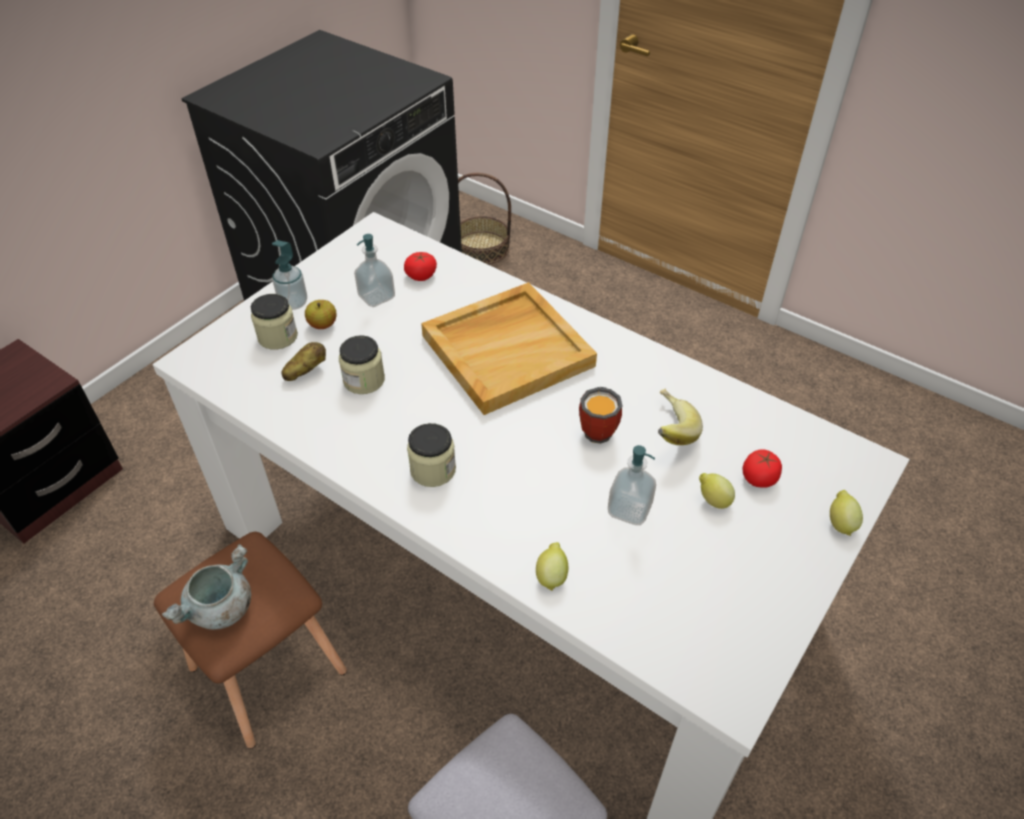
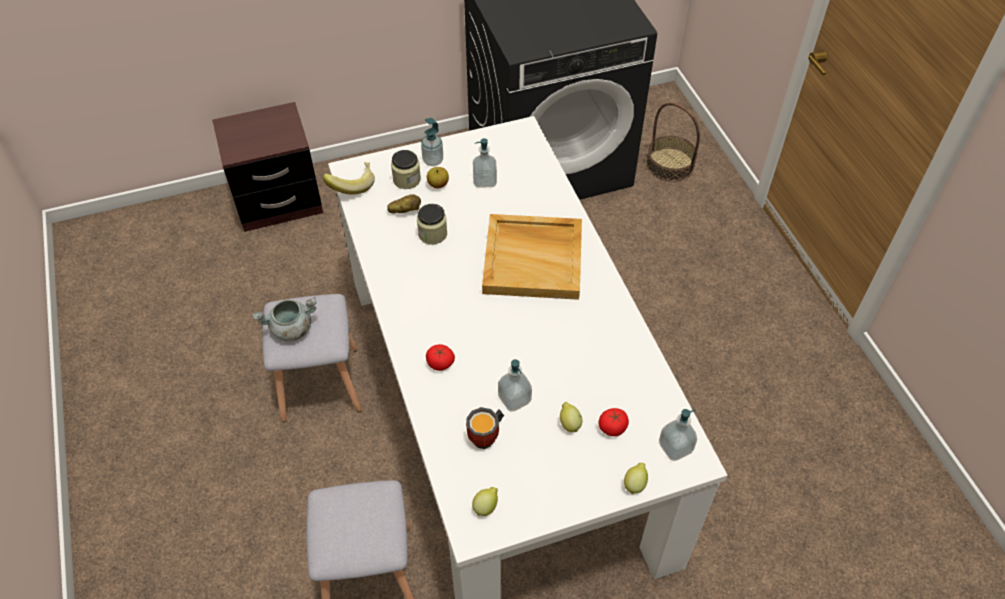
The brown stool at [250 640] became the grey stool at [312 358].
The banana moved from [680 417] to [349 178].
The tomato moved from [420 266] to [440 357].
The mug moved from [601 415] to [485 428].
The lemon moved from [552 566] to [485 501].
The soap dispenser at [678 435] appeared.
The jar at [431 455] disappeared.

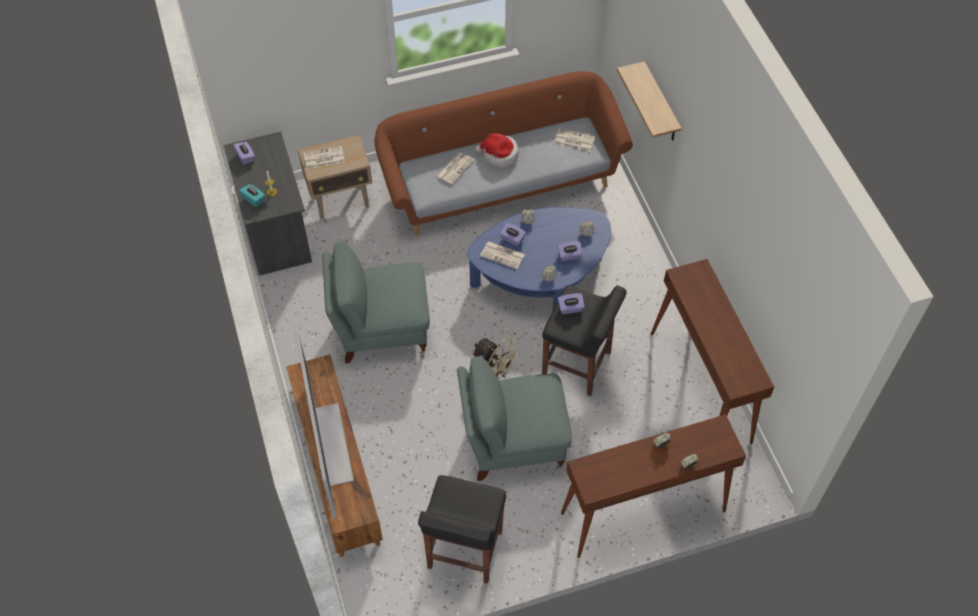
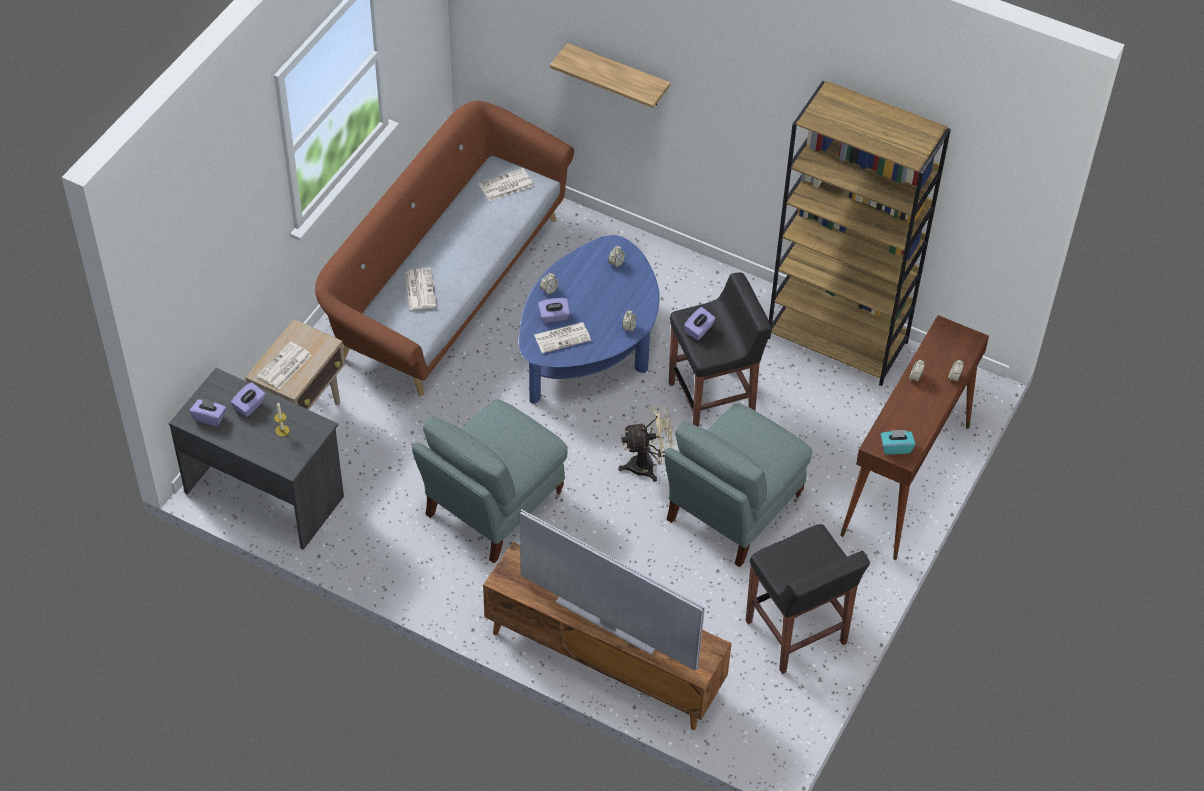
The purple tissue box moved from [570 251] to [248 399].
The brown console table at [712 351] was replaced by the brown bookcase at [860 233].
The turquoise tissue box moved from [252 195] to [898 442].
The hat at [497 150] disappeared.

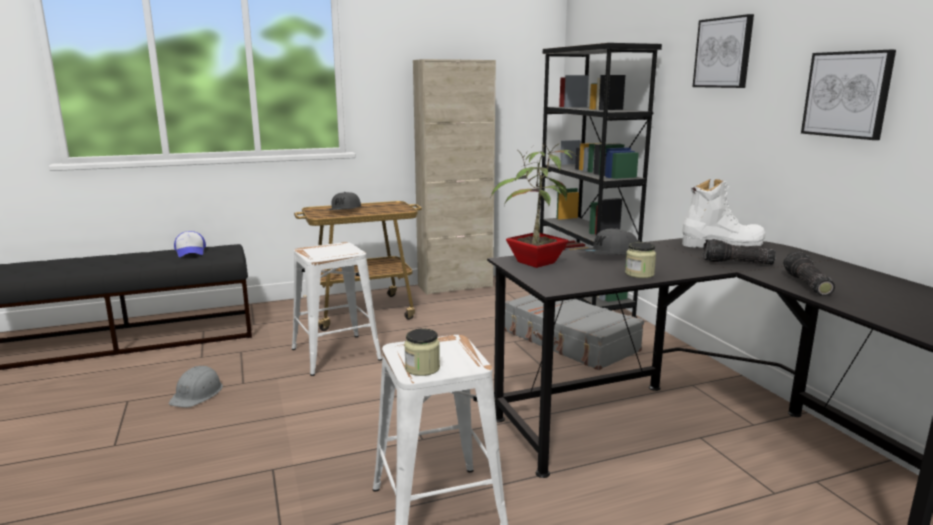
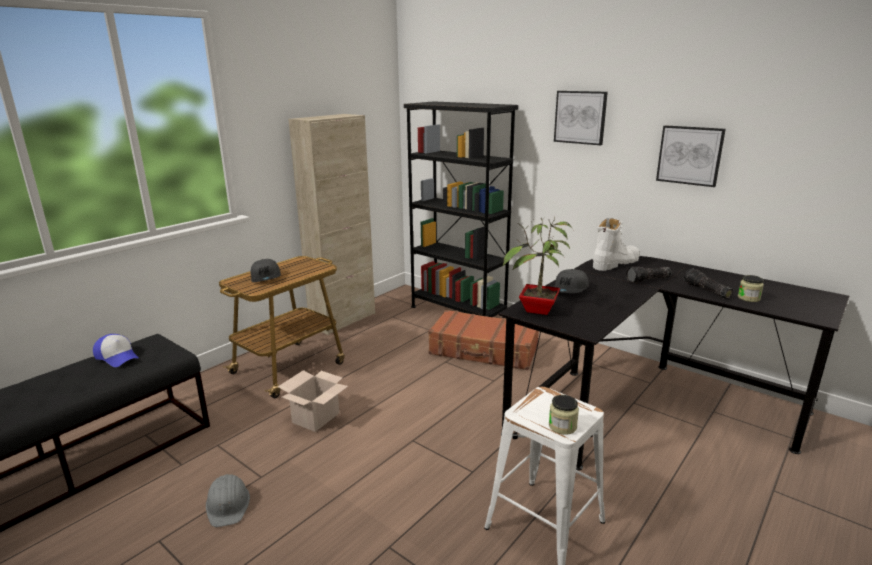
The white stool at [337 309] was replaced by the cardboard box at [313 401].
The grey suitcase at [574 332] became the brown suitcase at [483 340].
The jar moved from [640 260] to [751 288].

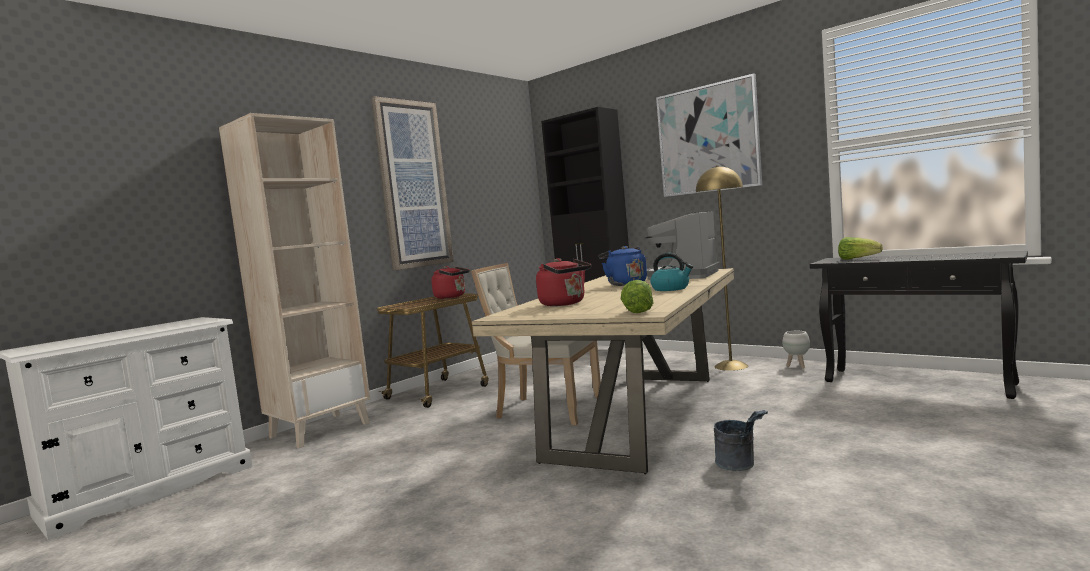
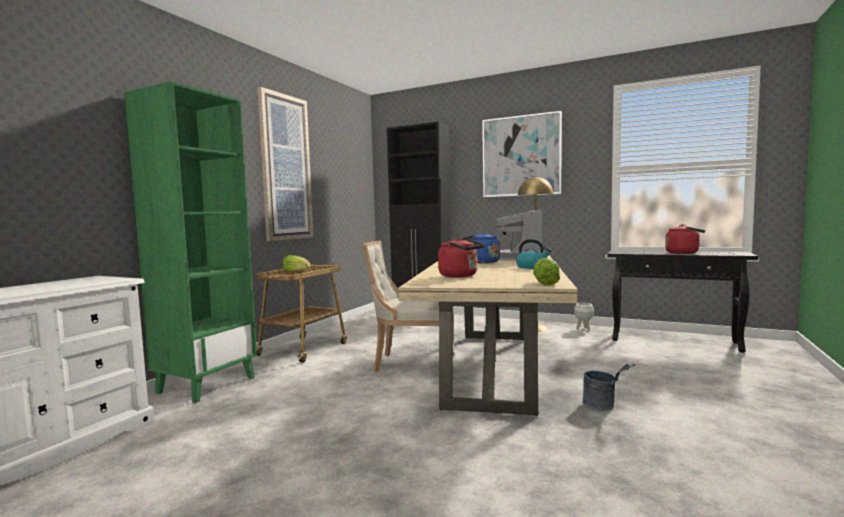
The beige bookcase at [294 280] became the green bookcase at [190 242].
The lettuce moved from [860 248] to [296 263].
The red kettle moved from [450 282] to [685 239].

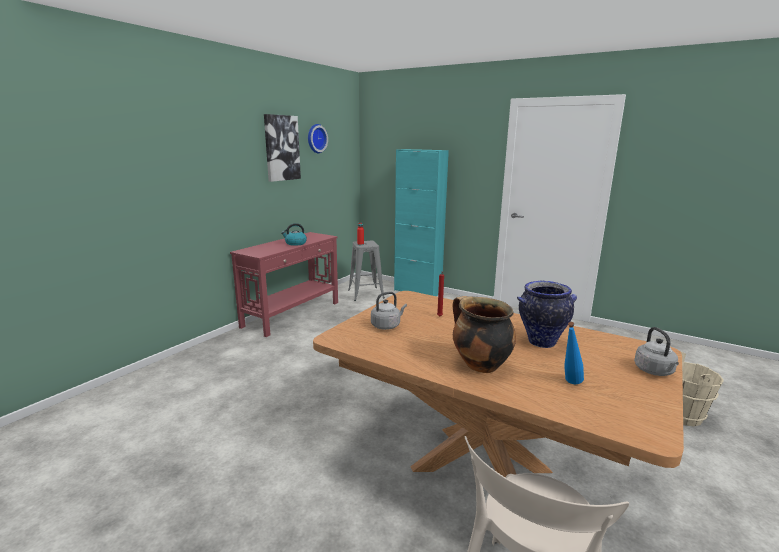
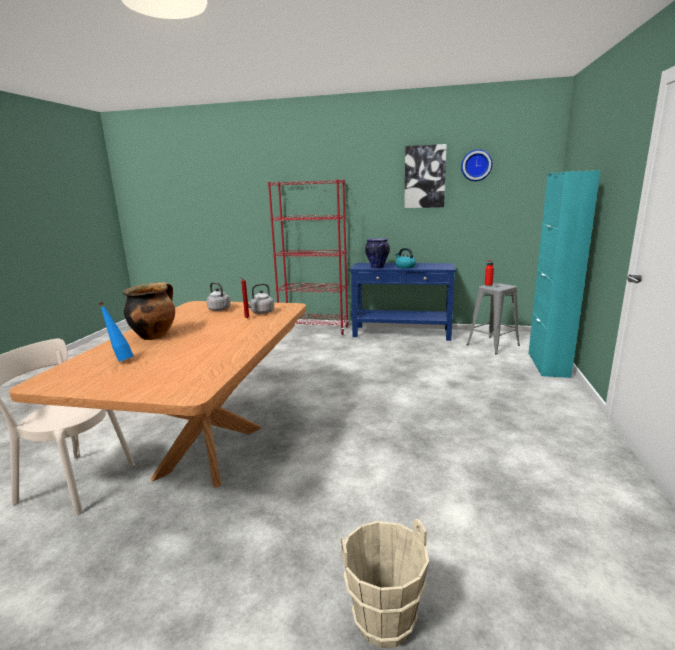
The grey kettle moved from [656 351] to [261 298].
The red bookcase at [308 257] appeared.
The red console table at [284 284] became the blue console table at [403 302].
The vase moved from [547 314] to [377 253].

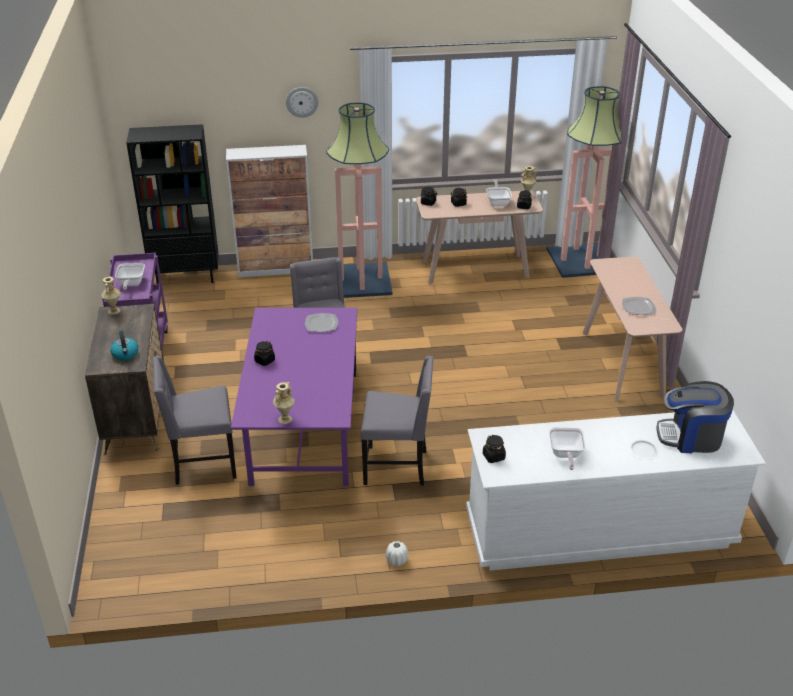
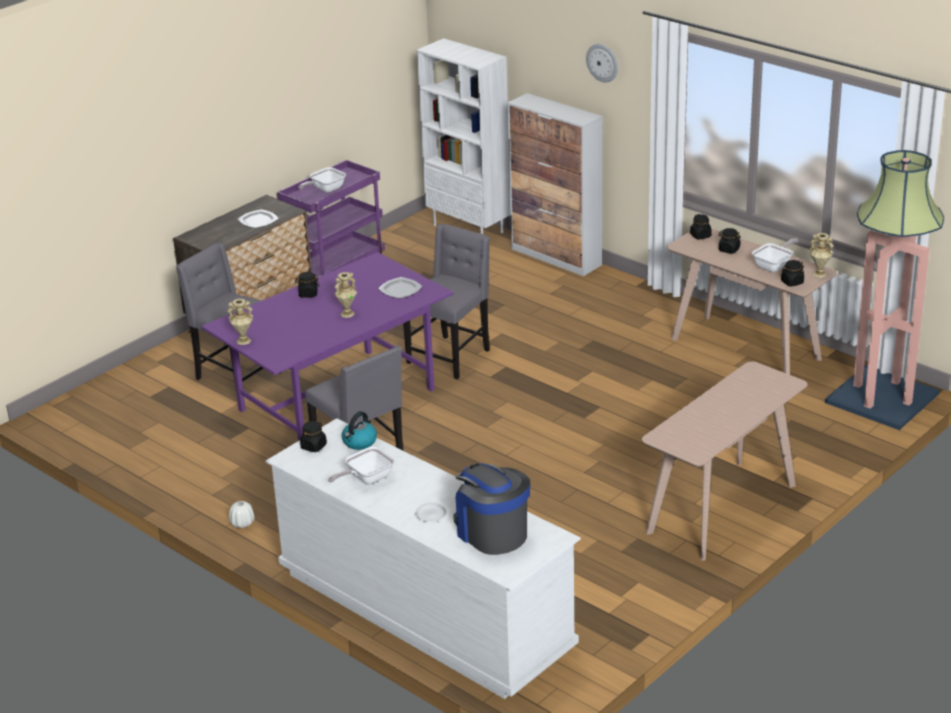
The plate moved from [639 306] to [258 218].
The beige vase moved from [111 295] to [345 295].
The kettle moved from [124 346] to [359 430].
The black bookcase at [172 204] became the white bookcase at [463 136].
The floor lamp at [359 200] disappeared.

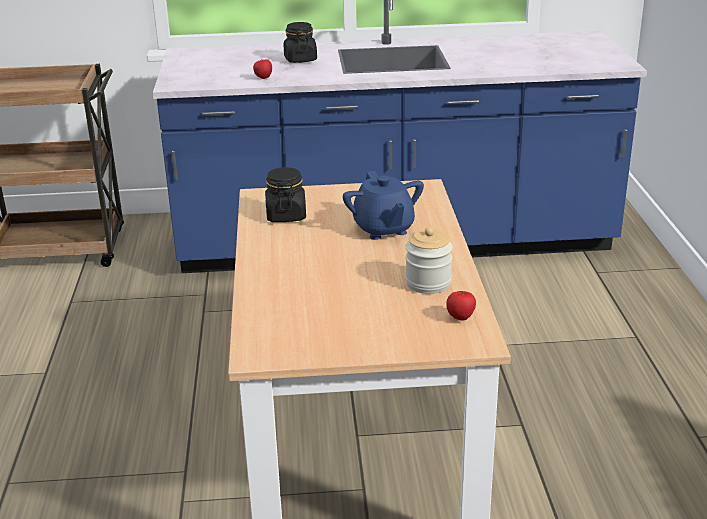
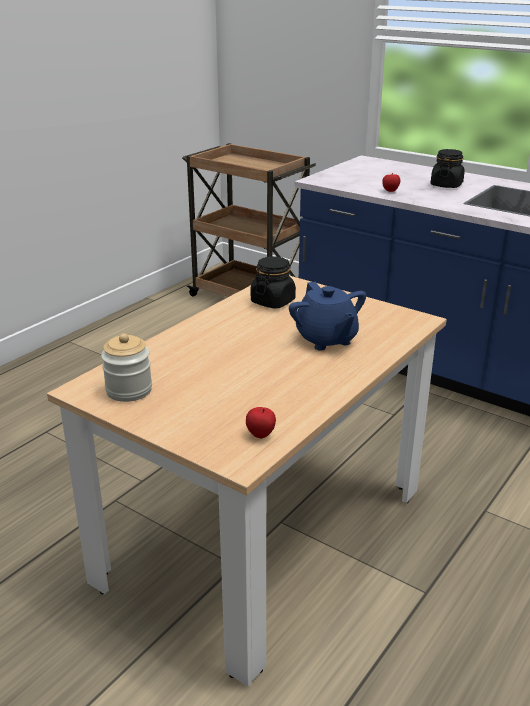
The jar moved from [429 260] to [126 368].
The blue teapot at [383 205] turned 45 degrees counterclockwise.

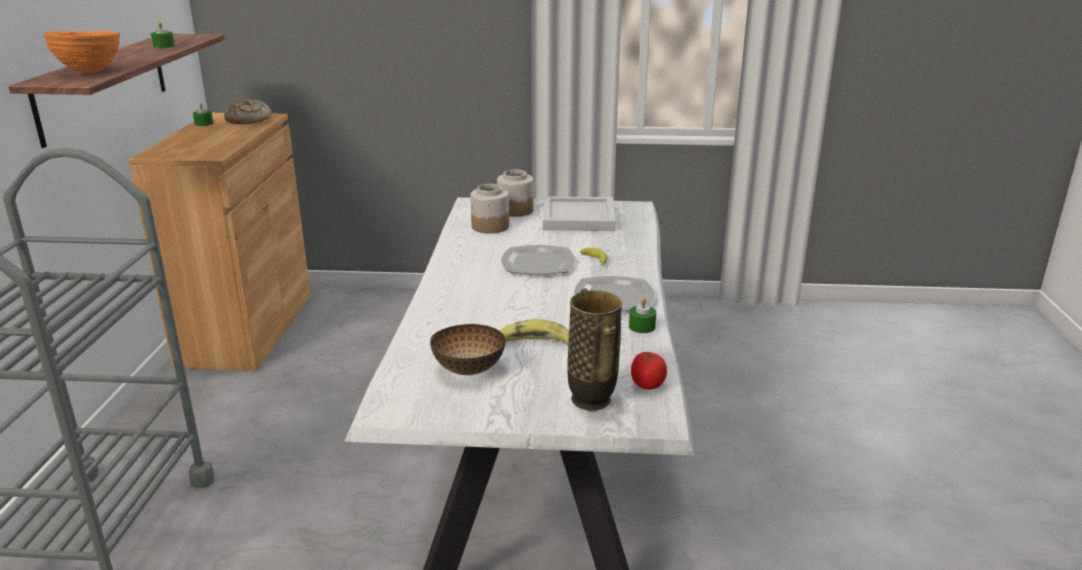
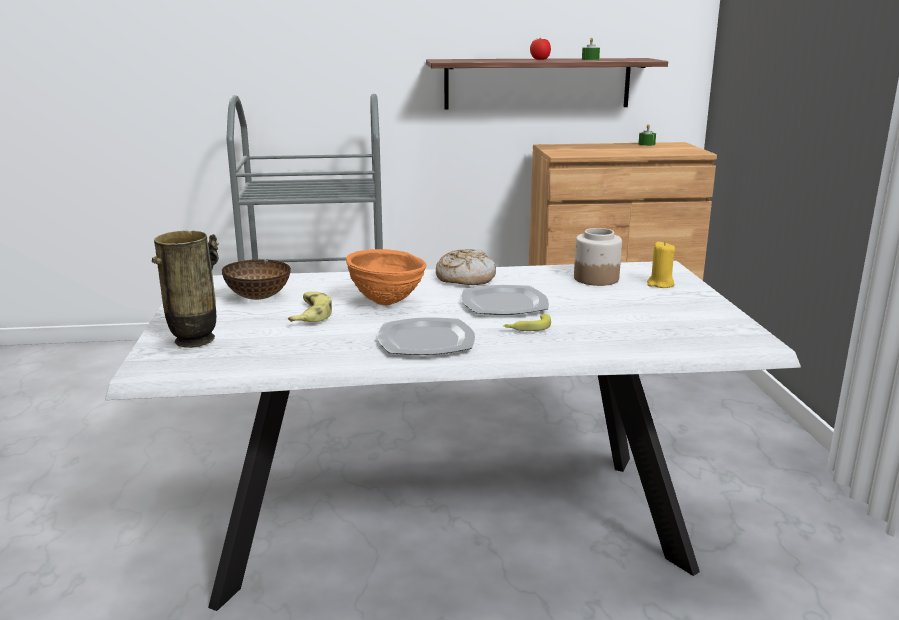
The orange bowl moved from [81 52] to [386 277].
The bread moved from [248 111] to [466 267].
The tomato moved from [649 371] to [540 49].
The jar at [515 193] was replaced by the yellow candle at [661 264].
The white tray at [579 213] disappeared.
The green candle at [642 315] disappeared.

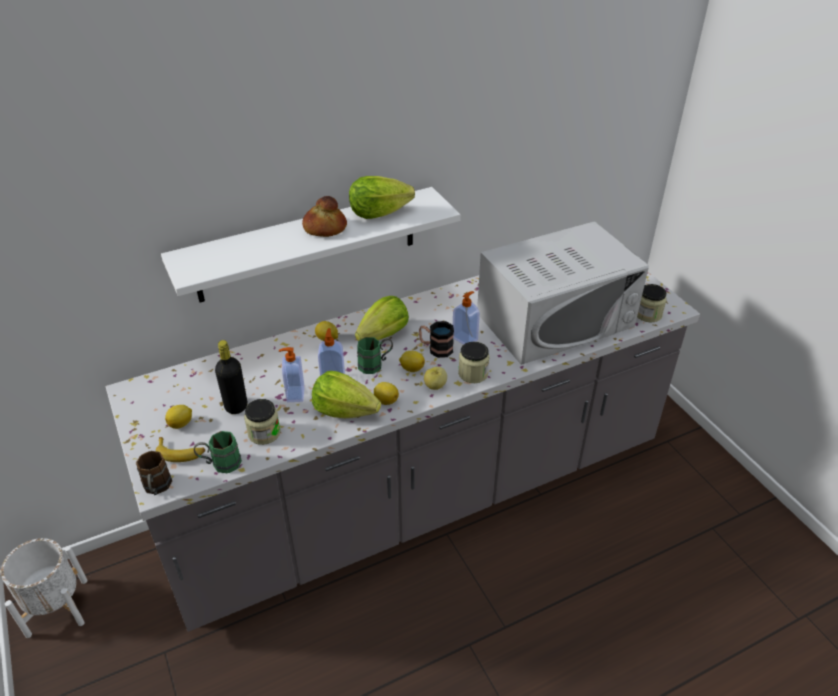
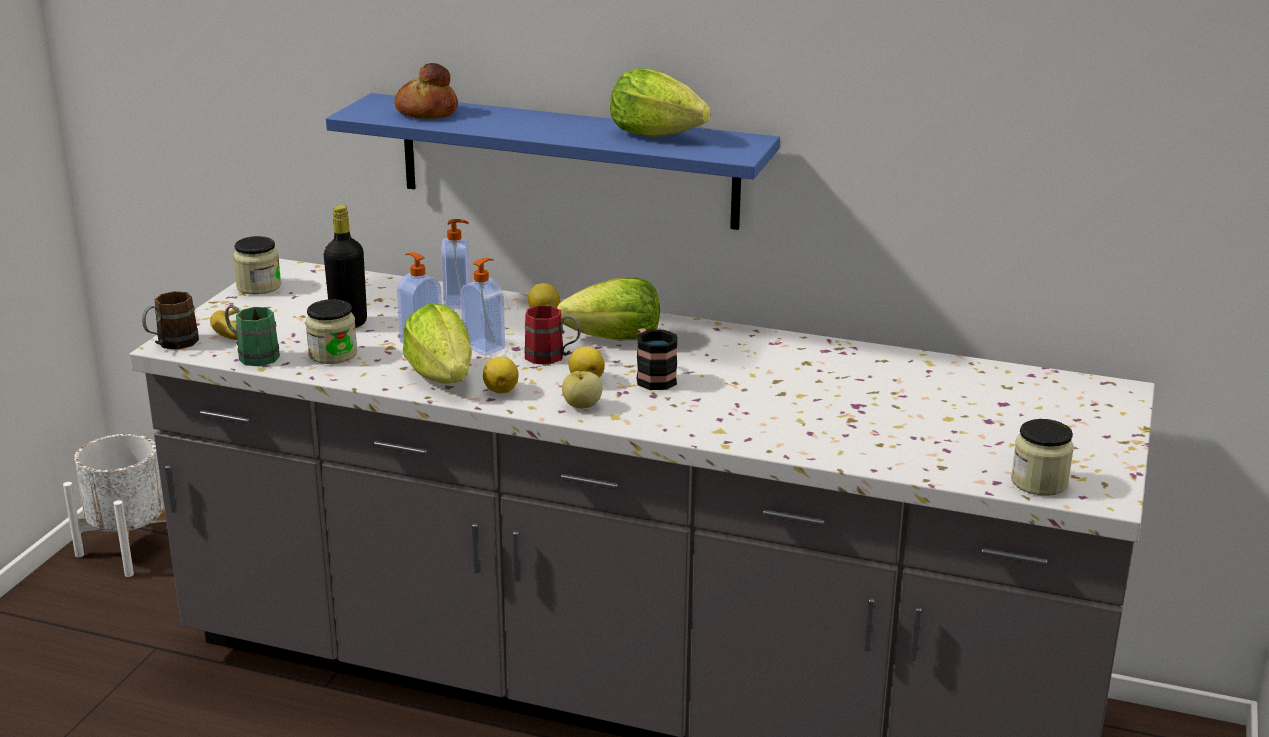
The jar moved from [474 362] to [257 265].
The white shelf at [310 245] became the blue shelf at [553 161].
The bread moved from [324 216] to [426 91].
The soap dispenser moved from [466 318] to [455 264].
The green mug at [375 355] became the red mug at [553 334].
The lemon at [178 417] disappeared.
The white microwave at [563 293] disappeared.

